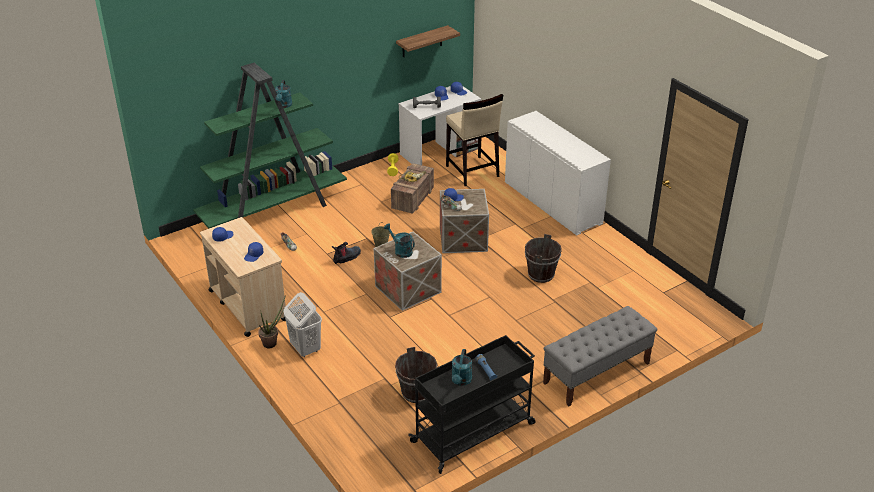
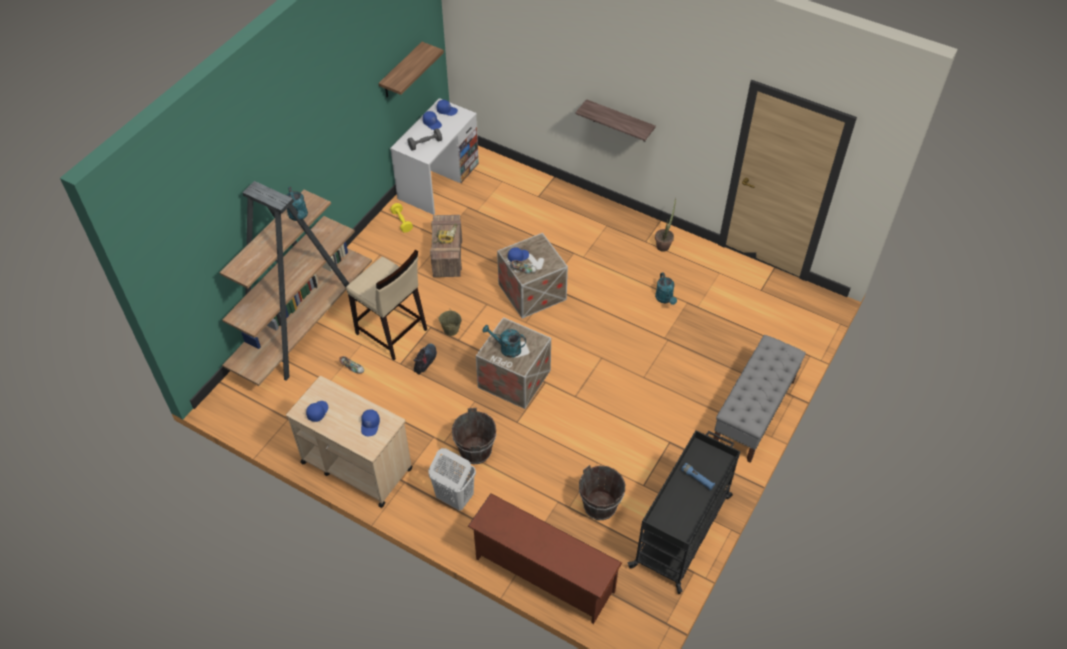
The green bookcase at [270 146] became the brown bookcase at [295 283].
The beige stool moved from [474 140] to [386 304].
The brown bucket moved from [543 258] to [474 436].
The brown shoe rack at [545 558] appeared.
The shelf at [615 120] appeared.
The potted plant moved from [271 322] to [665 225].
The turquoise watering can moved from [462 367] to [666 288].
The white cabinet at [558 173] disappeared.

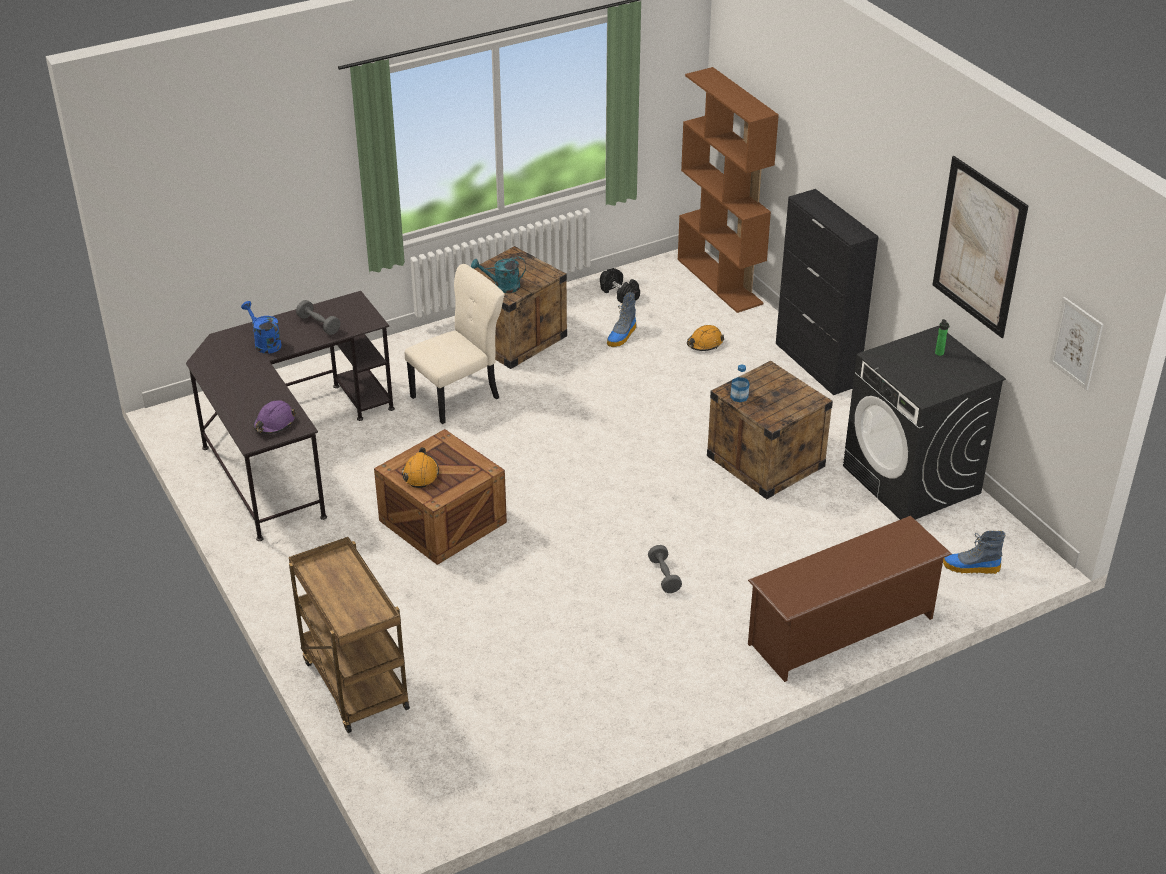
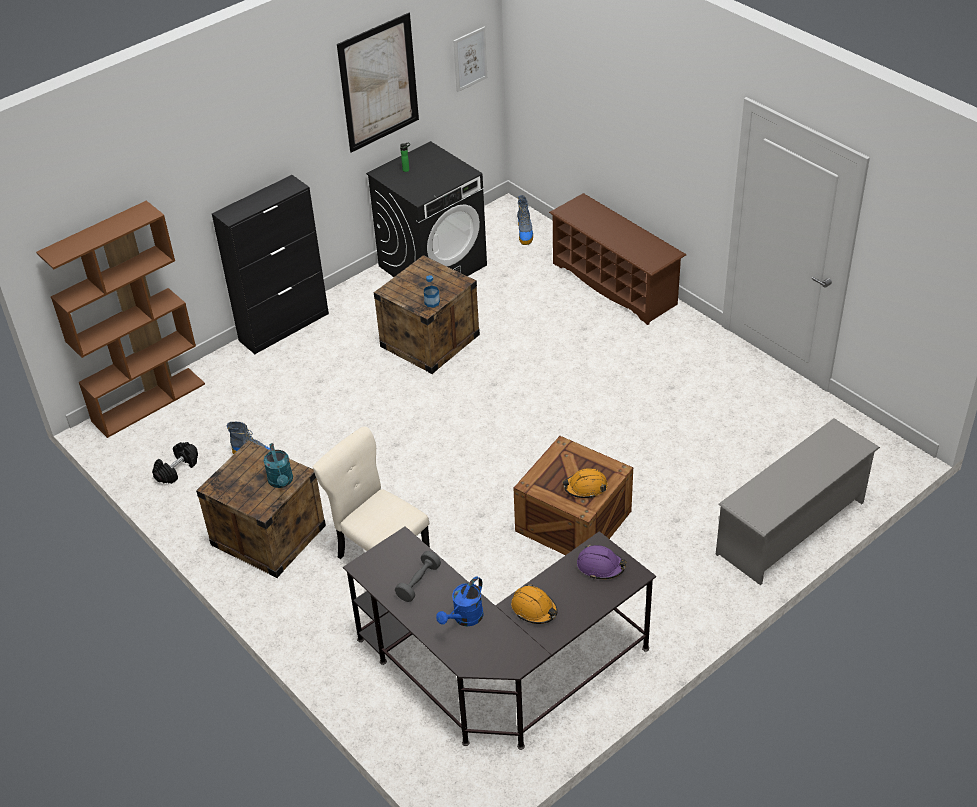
The orange hard hat moved from [705 338] to [534 604].
The brown cart at [349 635] was replaced by the grey shoe rack at [797 501].
The grey dumbbell at [665 569] disappeared.

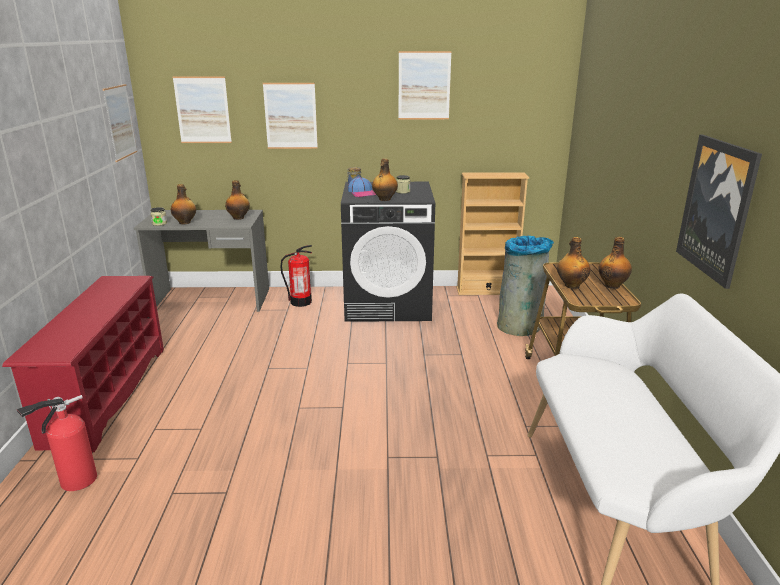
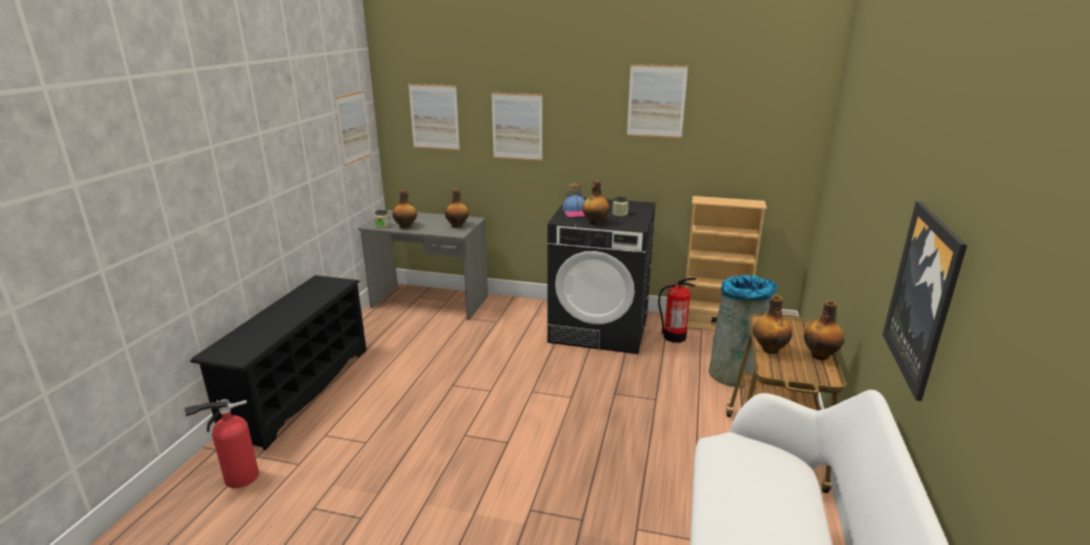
The red shoe rack at [83 364] became the black shoe rack at [278 362].
The fire extinguisher moved from [296 276] to [677 310].

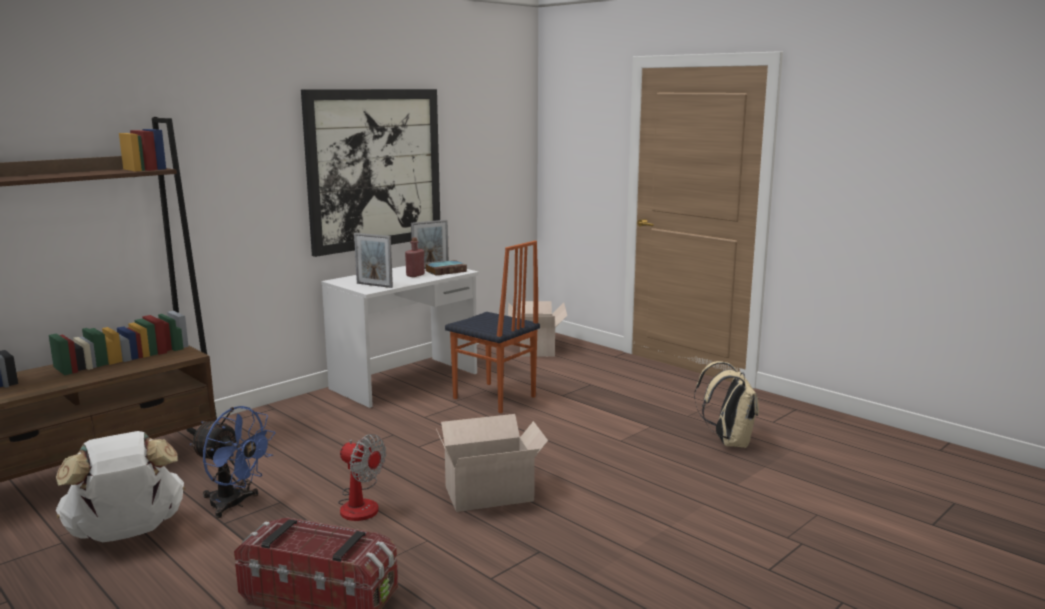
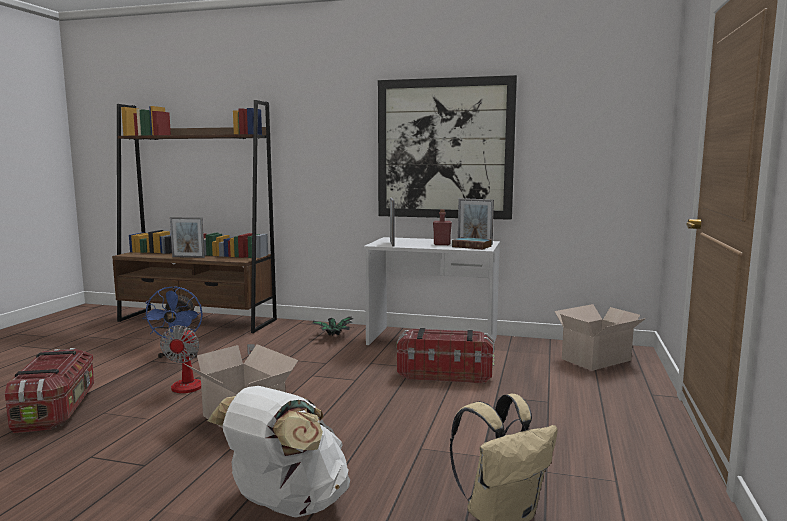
The picture frame at [187 237] appeared.
The white backpack moved from [120 486] to [279 451].
The potted plant at [332 326] appeared.
The chair at [492 327] was replaced by the storage box at [446 355].

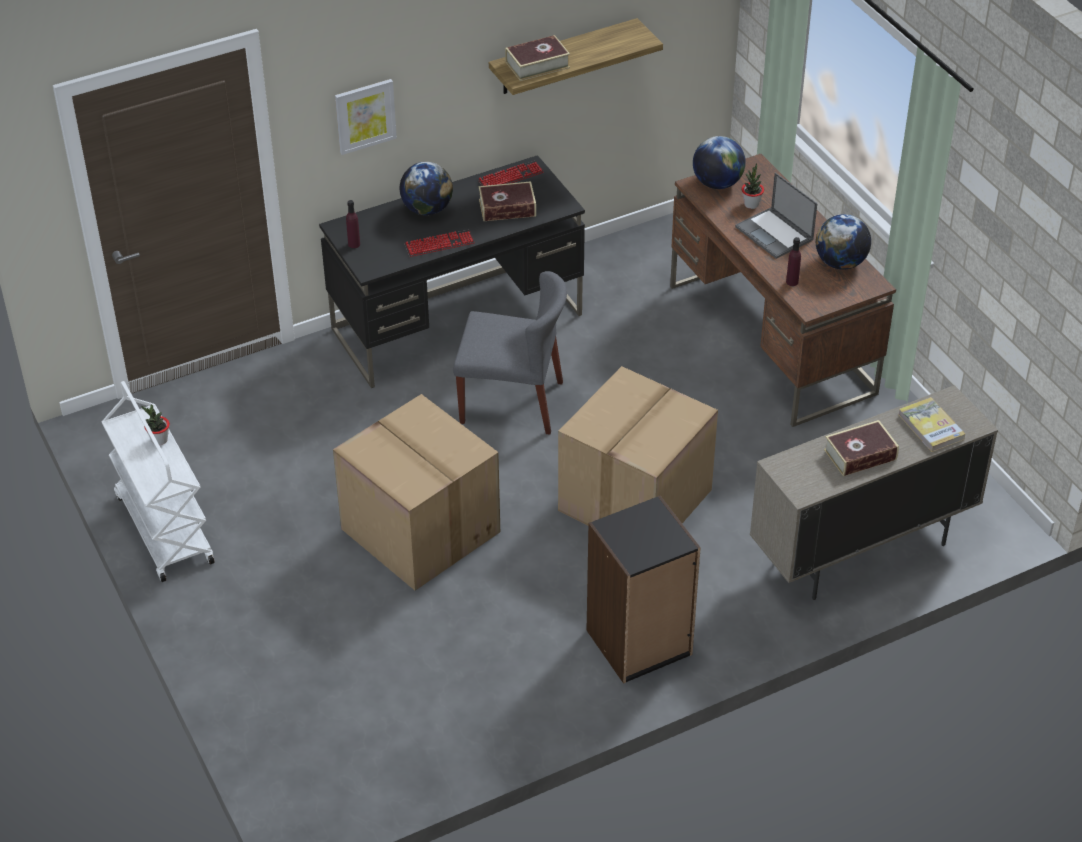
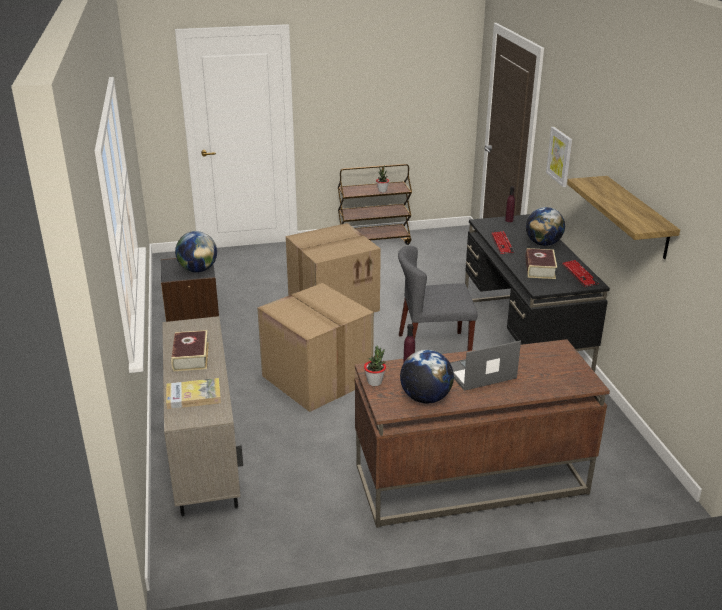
The globe moved from [719 162] to [196 251].
The white cart at [158 481] became the brown cart at [375 204].
The potted plant moved from [752 186] to [375 365].
The grey chair at [510 353] turned 60 degrees clockwise.
The book at [537 58] disappeared.

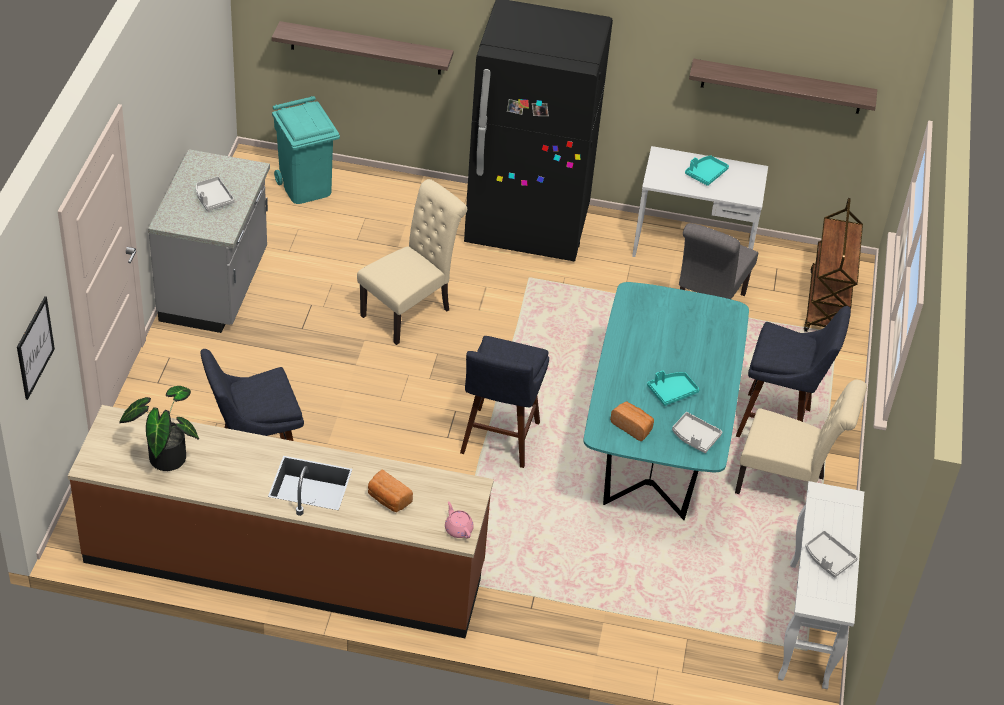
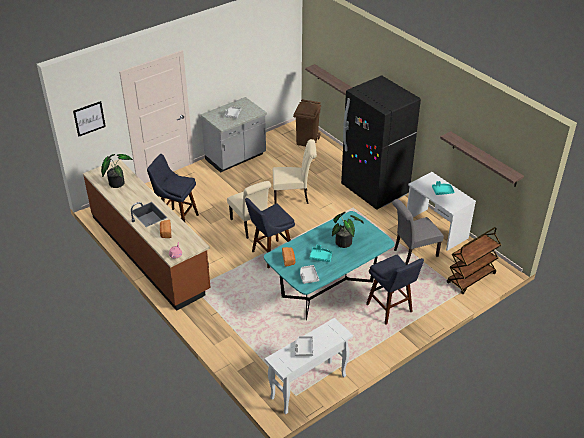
The beige chair moved from [801 436] to [249 210].
The turquoise trash can at [306 150] became the brown trash can at [307 123].
The potted plant at [348 230] appeared.

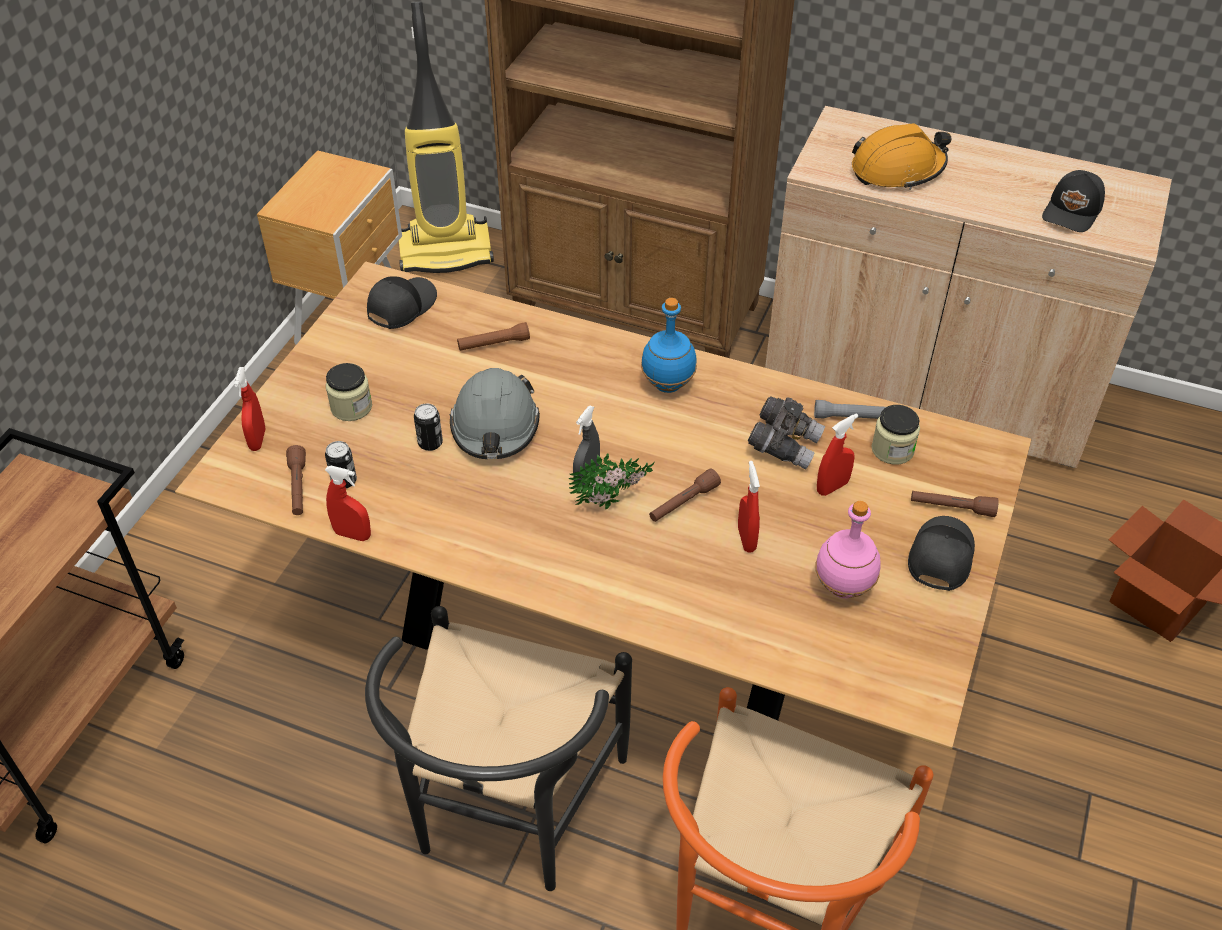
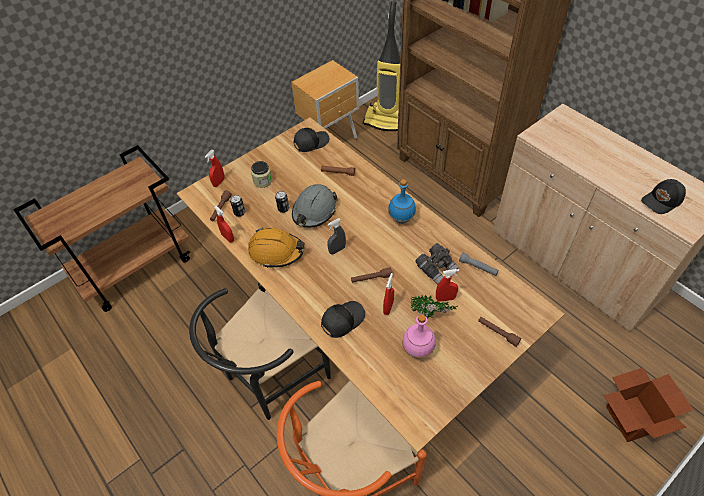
The orange hard hat moved from [901 156] to [276 248].
The black cap moved from [941 553] to [343 319].
The potted plant moved from [612 481] to [433 306].
The jar at [895 435] disappeared.

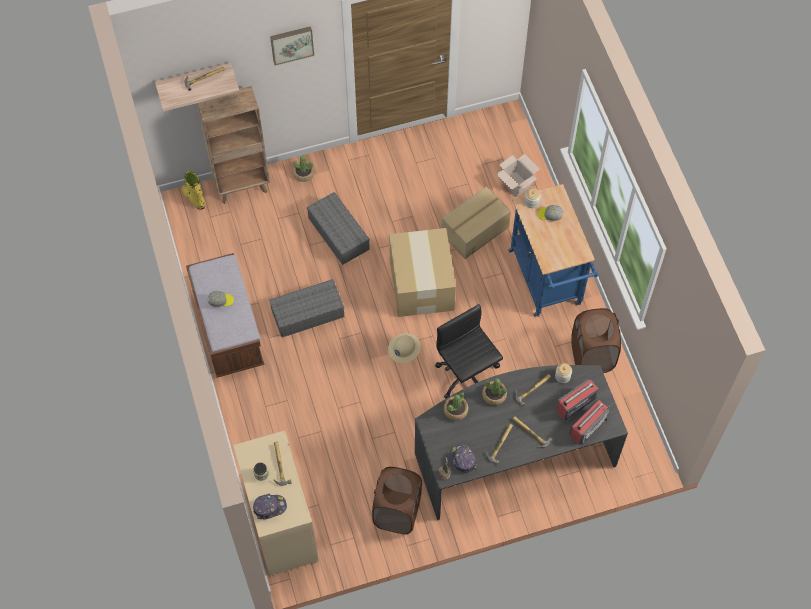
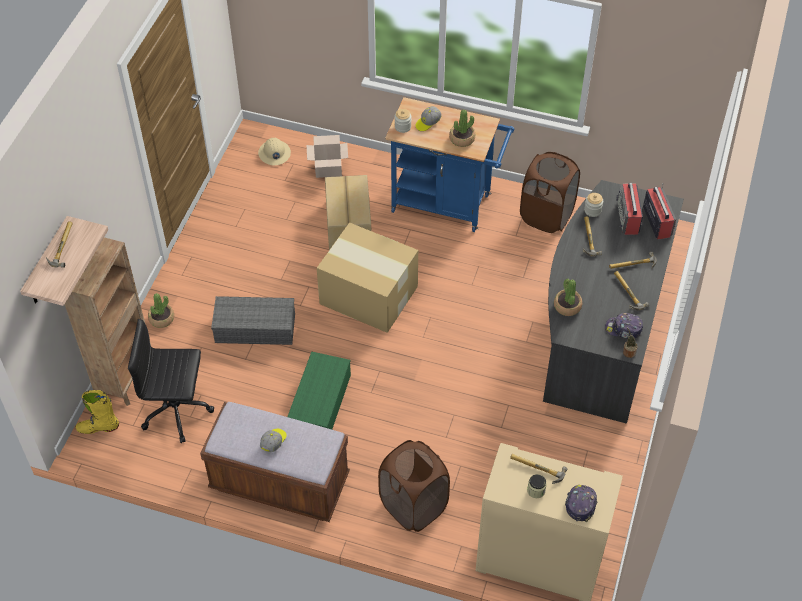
The black office chair moved from [469 351] to [171 381].
The beige hard hat moved from [404 348] to [274 151].
The grey storage box at [306 308] became the green storage box at [319 390].
The brown laundry basket moved from [397 500] to [414 486].
The potted plant moved from [494 391] to [462 128].
The picture at [292 45] disappeared.

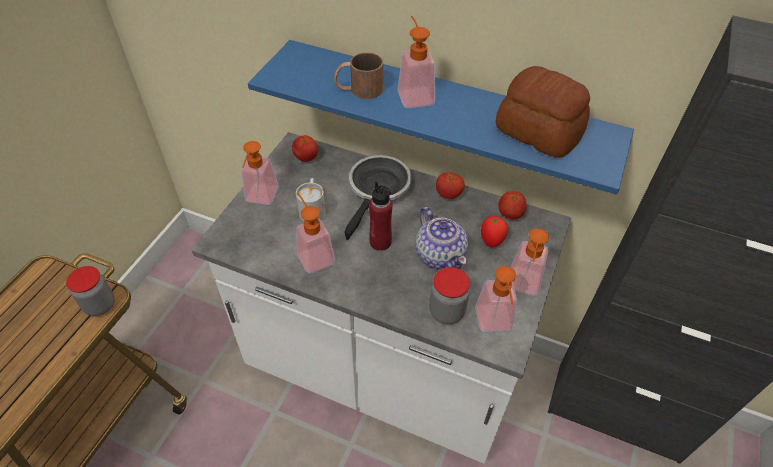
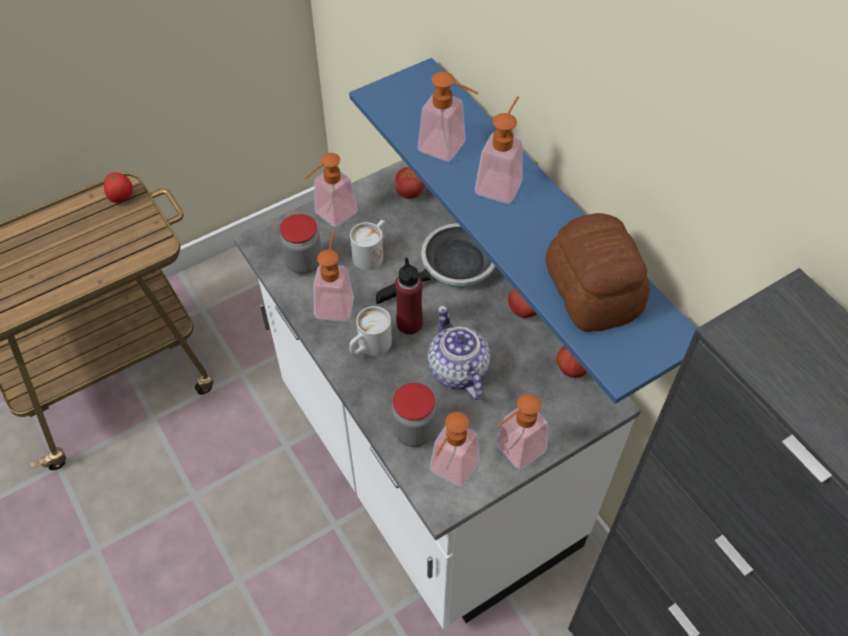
The tomato moved from [494 232] to [118 187].
The jar moved from [90 291] to [301 244].
The white mug at [370 331] appeared.
The brown mug at [358 75] was replaced by the soap dispenser at [447 117].
The teapot at [442 238] turned 150 degrees clockwise.

